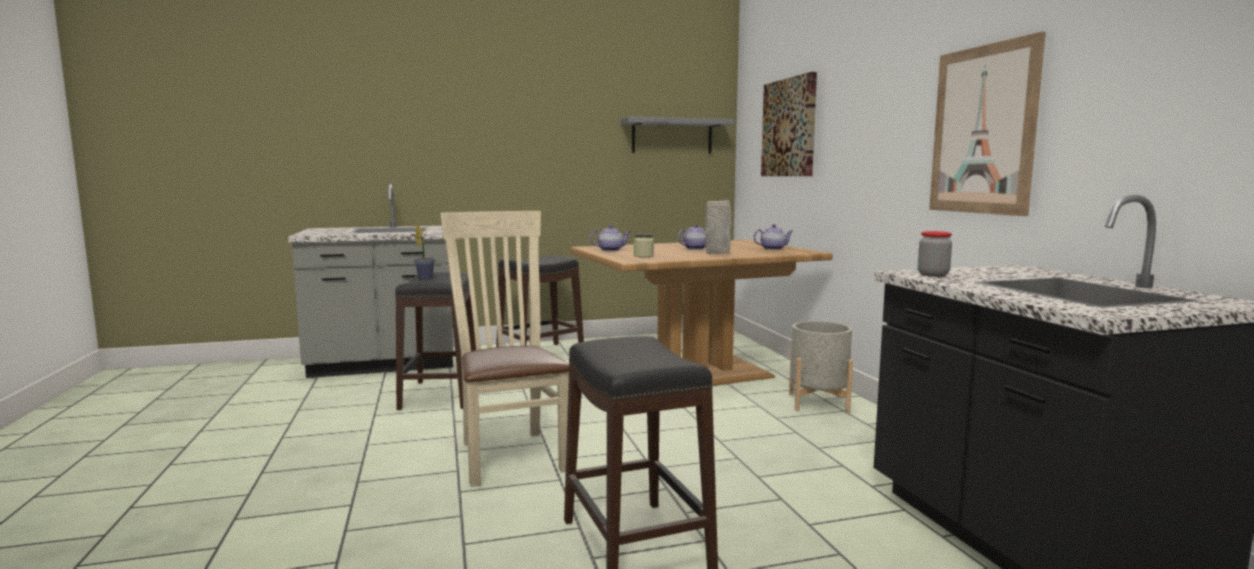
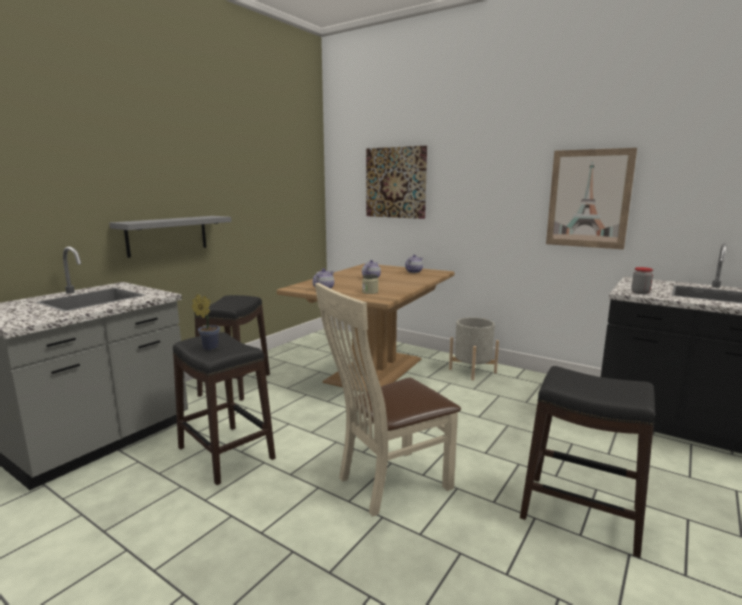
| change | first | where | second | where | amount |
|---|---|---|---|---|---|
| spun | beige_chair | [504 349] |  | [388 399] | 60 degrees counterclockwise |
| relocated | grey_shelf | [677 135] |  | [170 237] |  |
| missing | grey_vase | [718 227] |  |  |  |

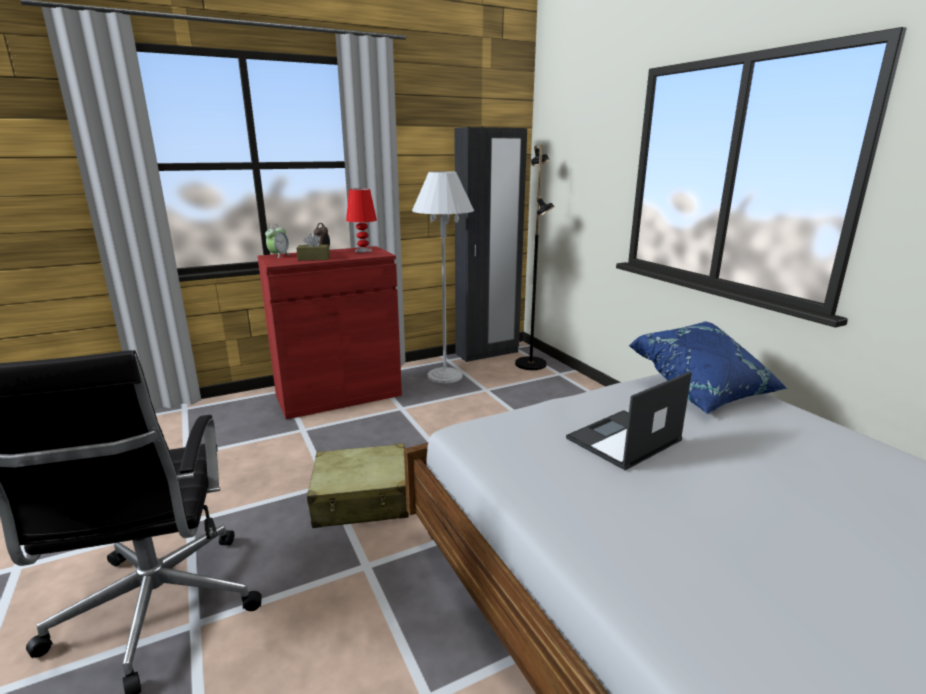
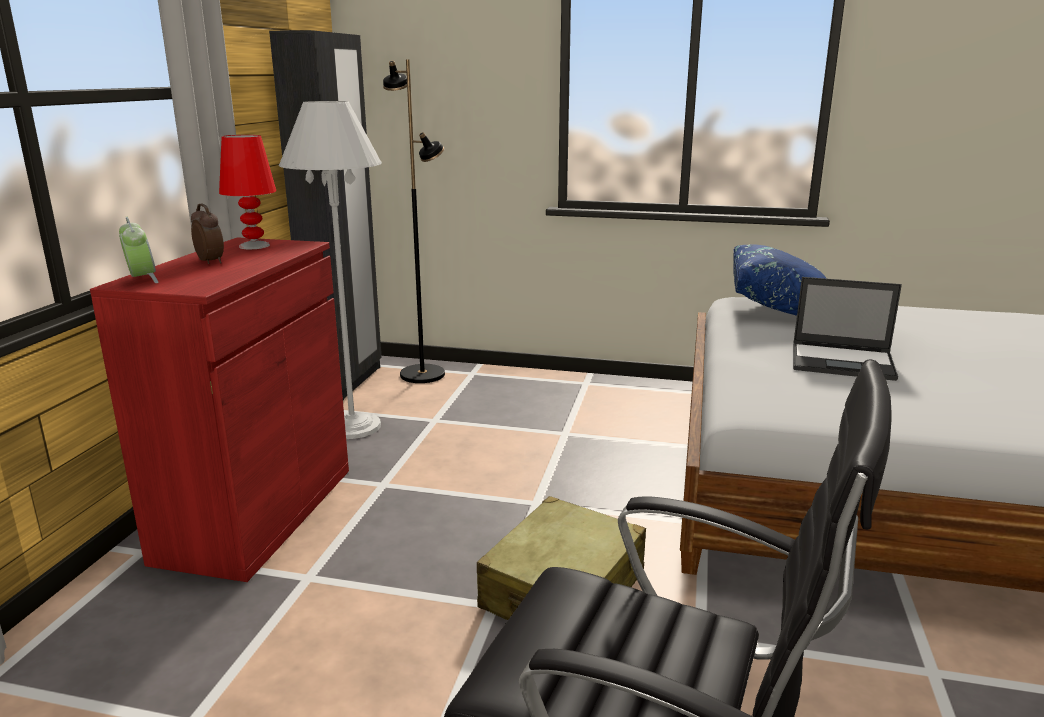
| change | first | where | second | where | amount |
|---|---|---|---|---|---|
| missing | brown_tissue_box | [313 247] |  |  |  |
| spun | laptop | [629 420] |  | [847 329] | 75 degrees counterclockwise |

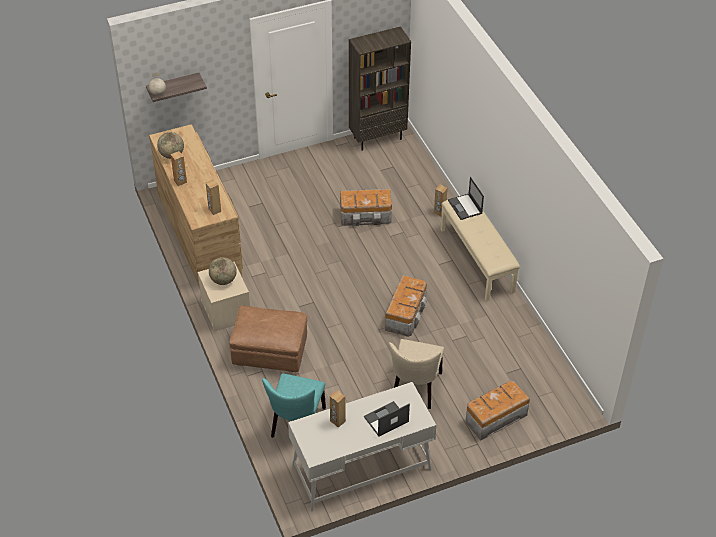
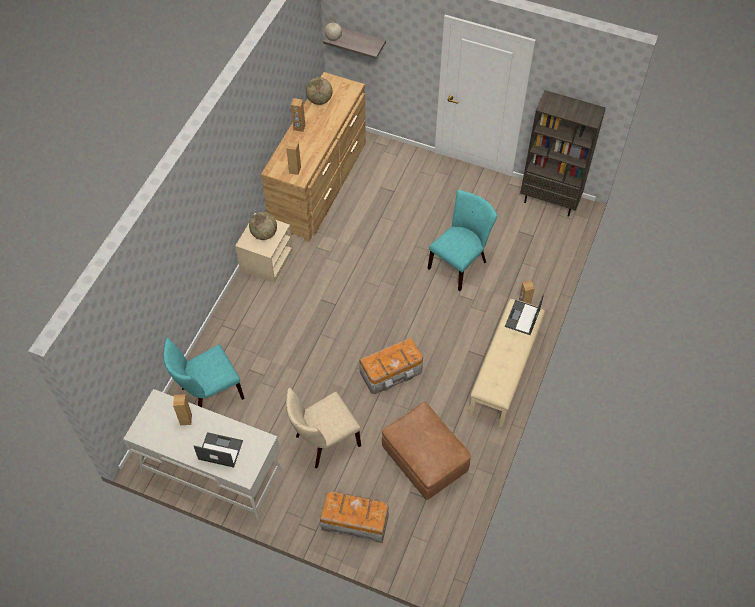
| change | first | where | second | where | amount |
|---|---|---|---|---|---|
| relocated | brown_ottoman | [268 339] |  | [426 451] |  |
| exchanged | storage_box | [366 207] | turquoise_chair | [462 240] |  |

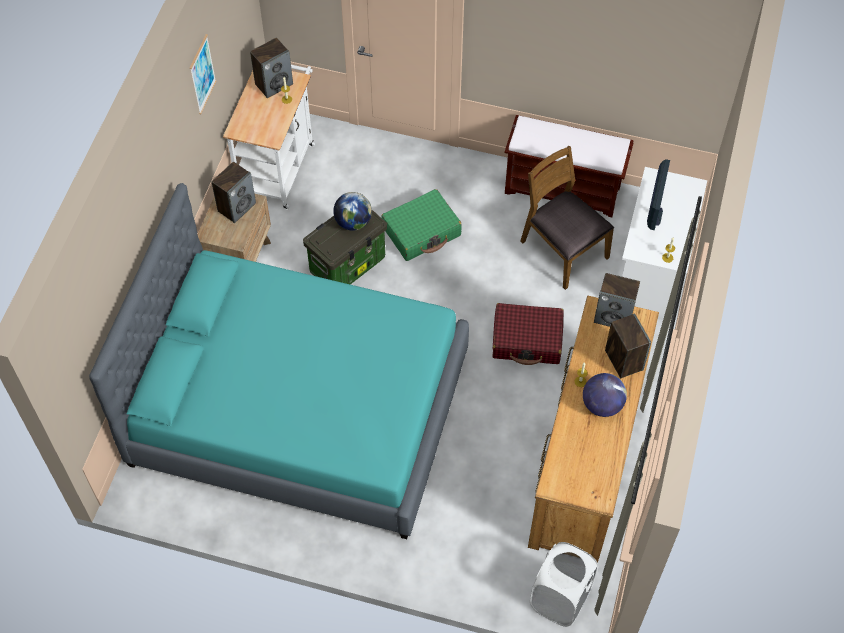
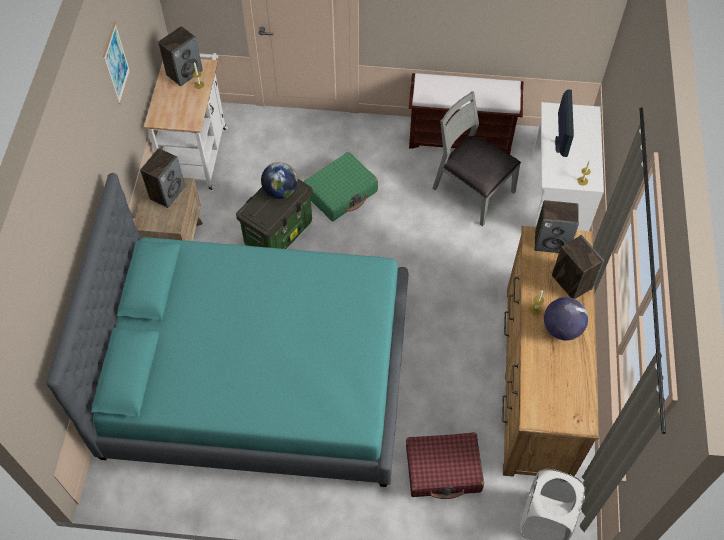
| change | first | where | second | where | amount |
|---|---|---|---|---|---|
| relocated | red_suitcase | [528 334] |  | [445 465] |  |
| colour | brown_chair | [567 218] | grey_chair | [476 158] |  |

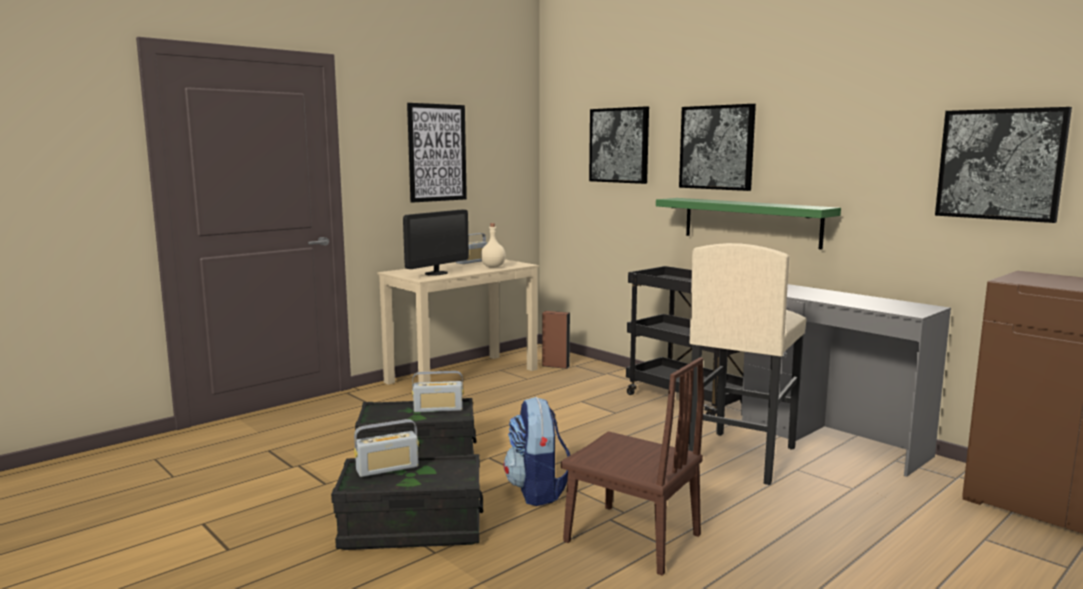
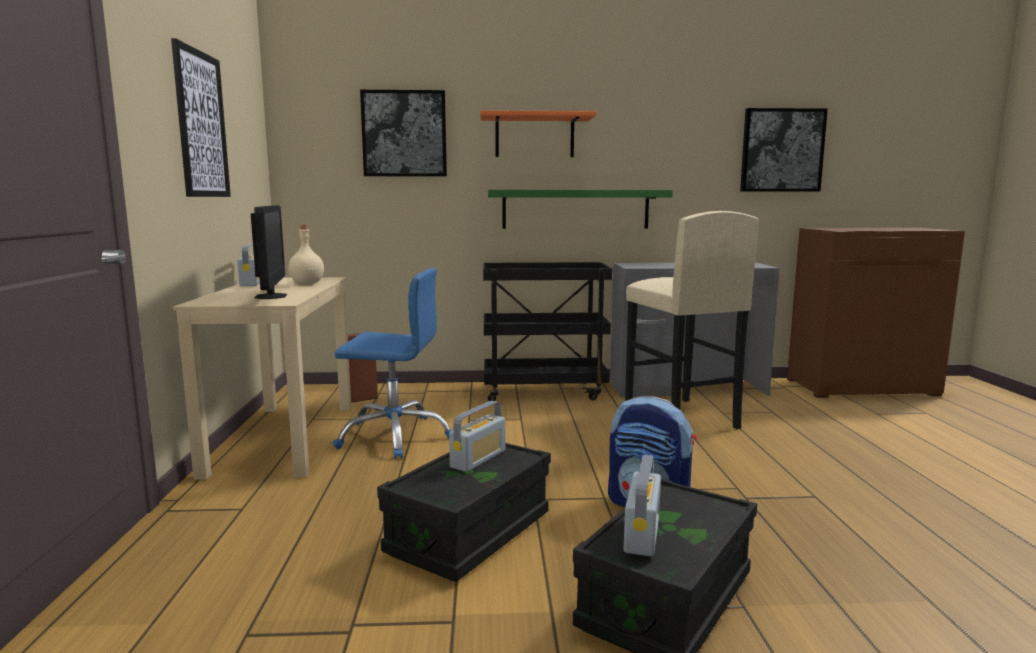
| change | first | where | second | where | amount |
|---|---|---|---|---|---|
| missing | brown_chair | [632 466] |  |  |  |
| exchanged | picture | [717 147] | orange_shelf | [538 133] |  |
| appeared |  |  | blue_office_chair | [392 363] |  |

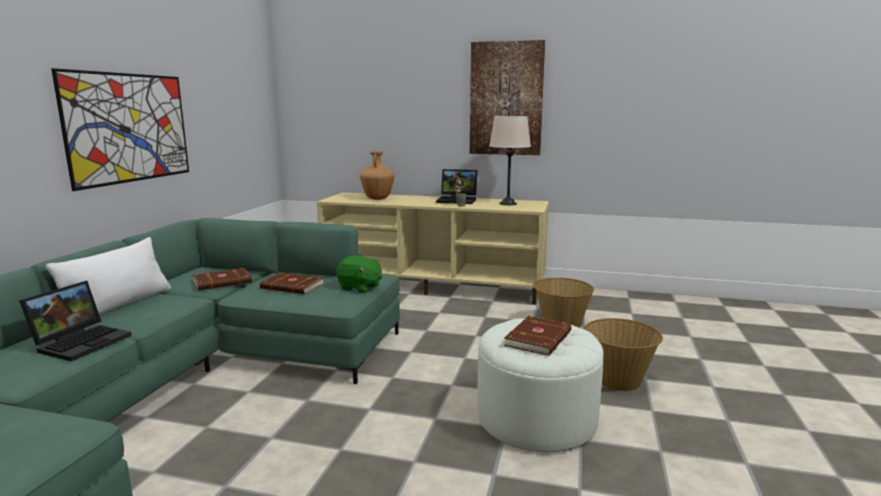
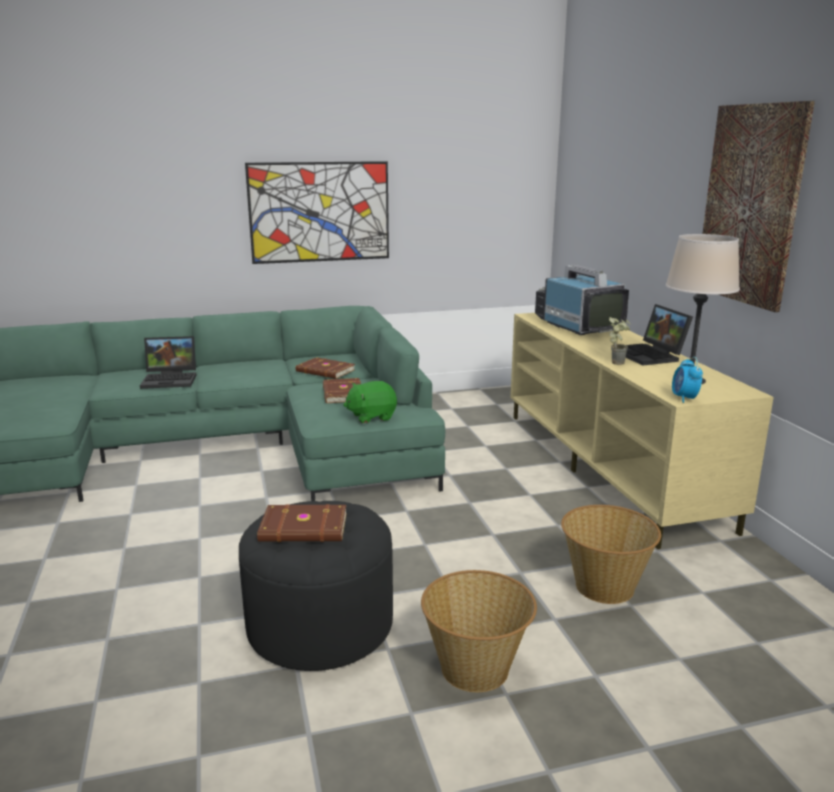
| change | first | where | second | where | amount |
|---|---|---|---|---|---|
| missing | white_pillow | [108 276] |  |  |  |
| spun | green_plush_toy | [359 274] |  | [370 402] | 75 degrees clockwise |
| exchanged | brown_vase | [377 176] | television | [582 300] |  |
| colour | white_ottoman | [540 385] | black_ottoman | [316 586] |  |
| appeared |  |  | alarm_clock | [687 380] |  |

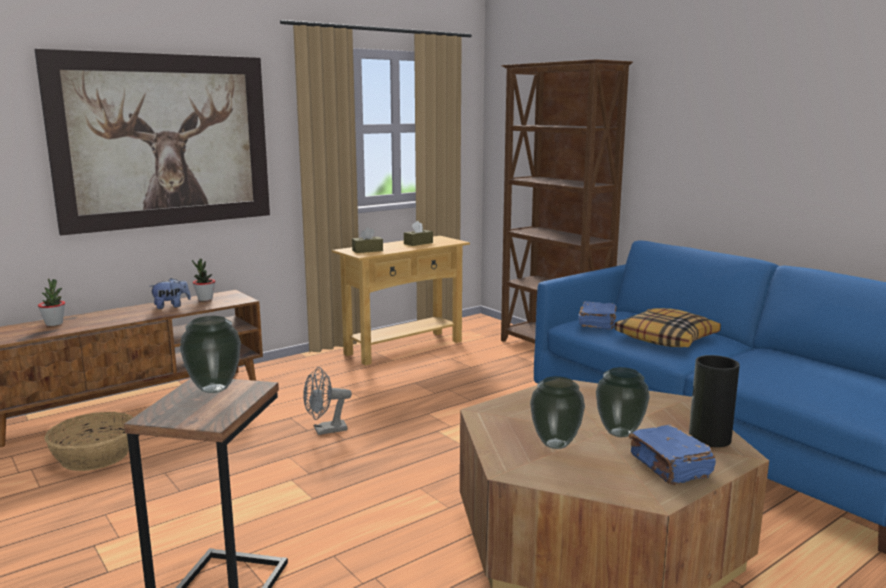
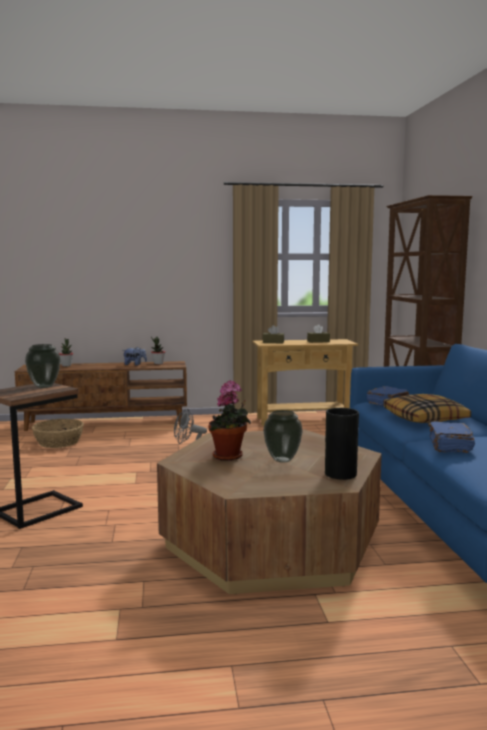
| change | first | where | second | where | amount |
|---|---|---|---|---|---|
| missing | picture | [152 142] |  |  |  |
| exchanged | vase | [557 412] | potted_plant | [229 420] |  |
| relocated | blue_book | [672 455] |  | [451 437] |  |

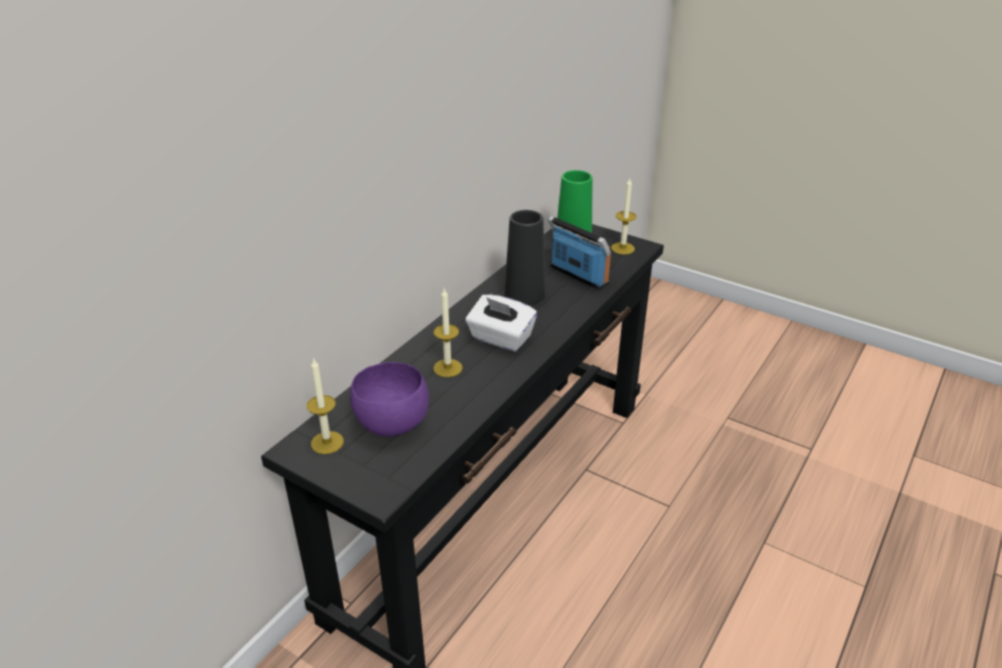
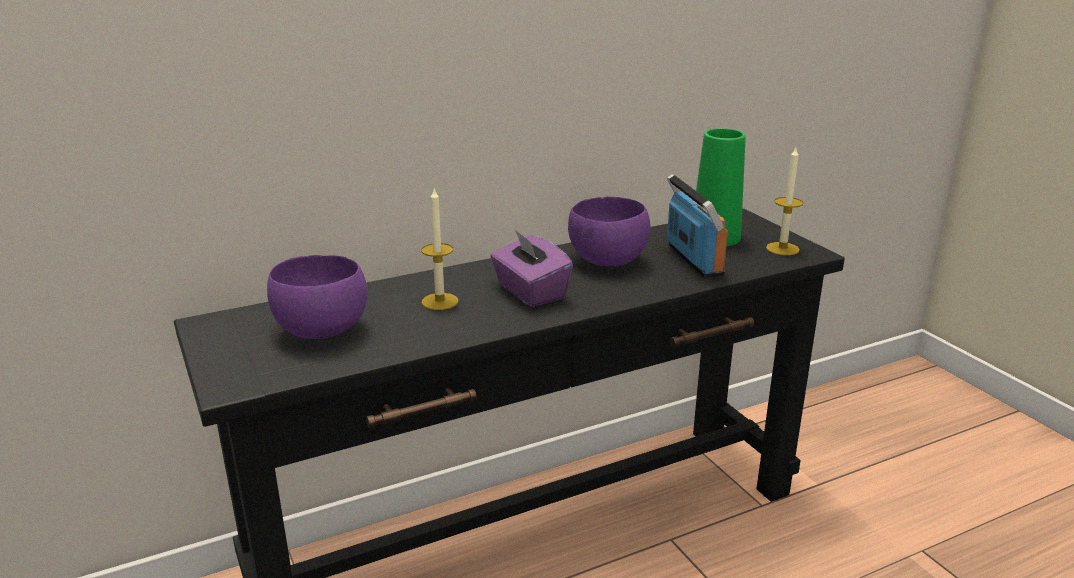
| change | first | where | second | where | amount |
|---|---|---|---|---|---|
| missing | candle | [325 406] |  |  |  |
| colour | white_tissue_box | [501 323] | purple_tissue_box | [531 268] |  |
| exchanged | black_vase | [524 258] | purple_bowl | [609 231] |  |

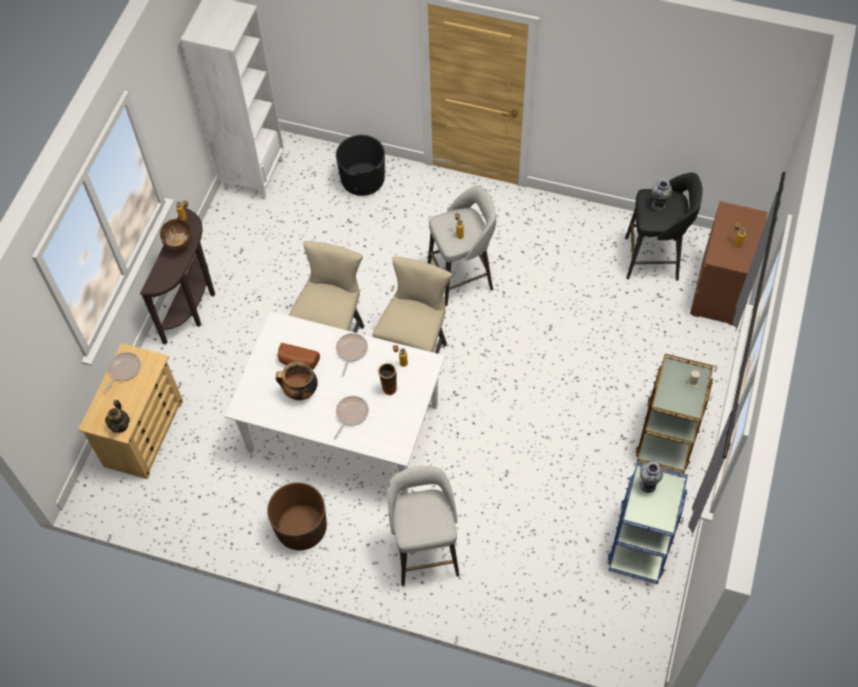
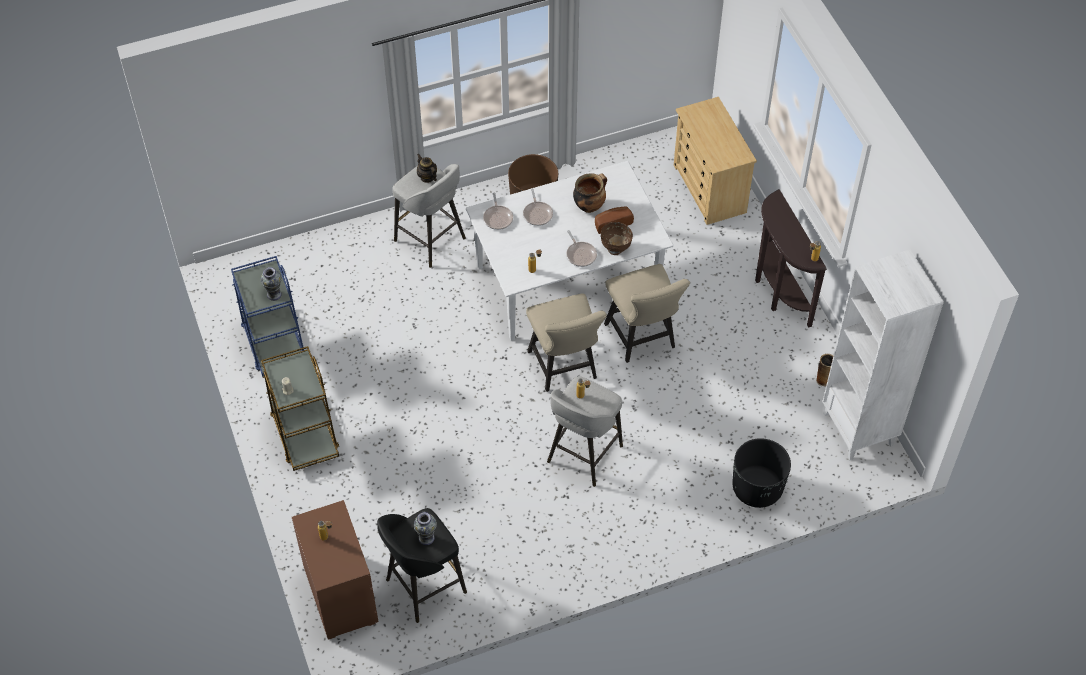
| change | first | where | second | where | amount |
|---|---|---|---|---|---|
| relocated | frying_pan | [122 372] |  | [498 211] |  |
| relocated | teapot | [117 416] |  | [427 168] |  |
| relocated | brown_bowl | [176 235] |  | [617 238] |  |
| relocated | vase | [388 379] |  | [825 370] |  |

